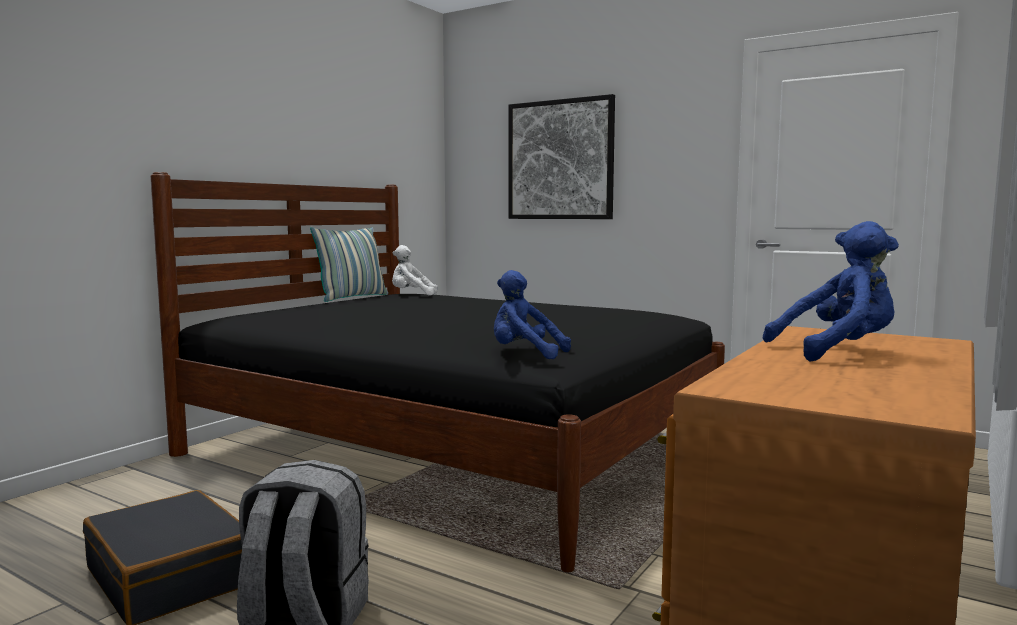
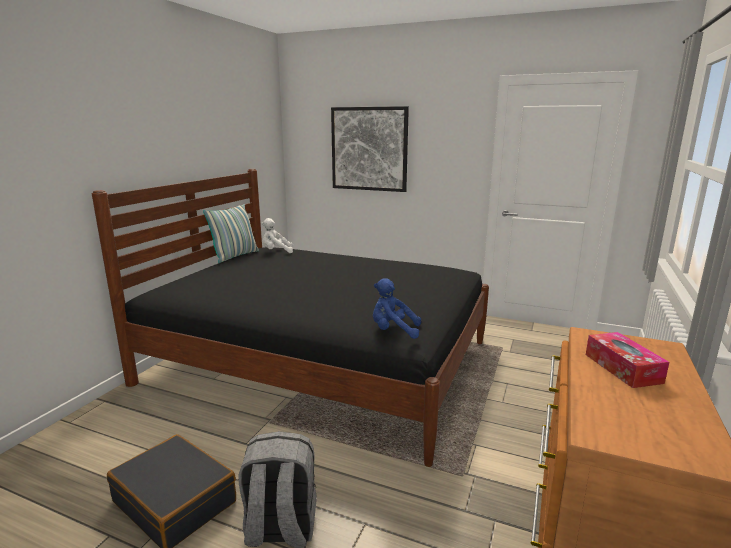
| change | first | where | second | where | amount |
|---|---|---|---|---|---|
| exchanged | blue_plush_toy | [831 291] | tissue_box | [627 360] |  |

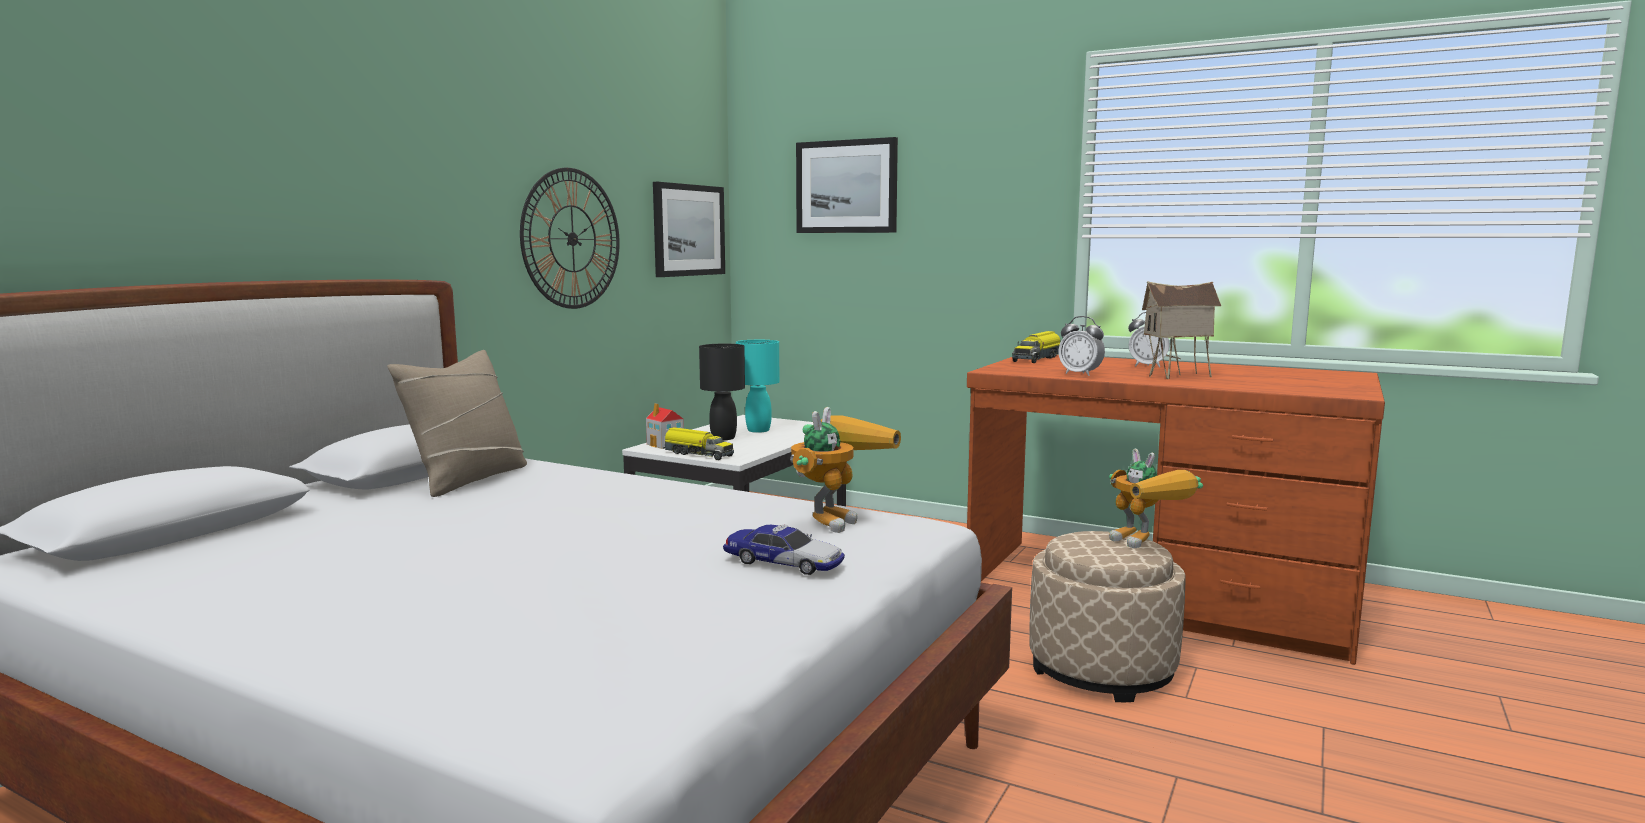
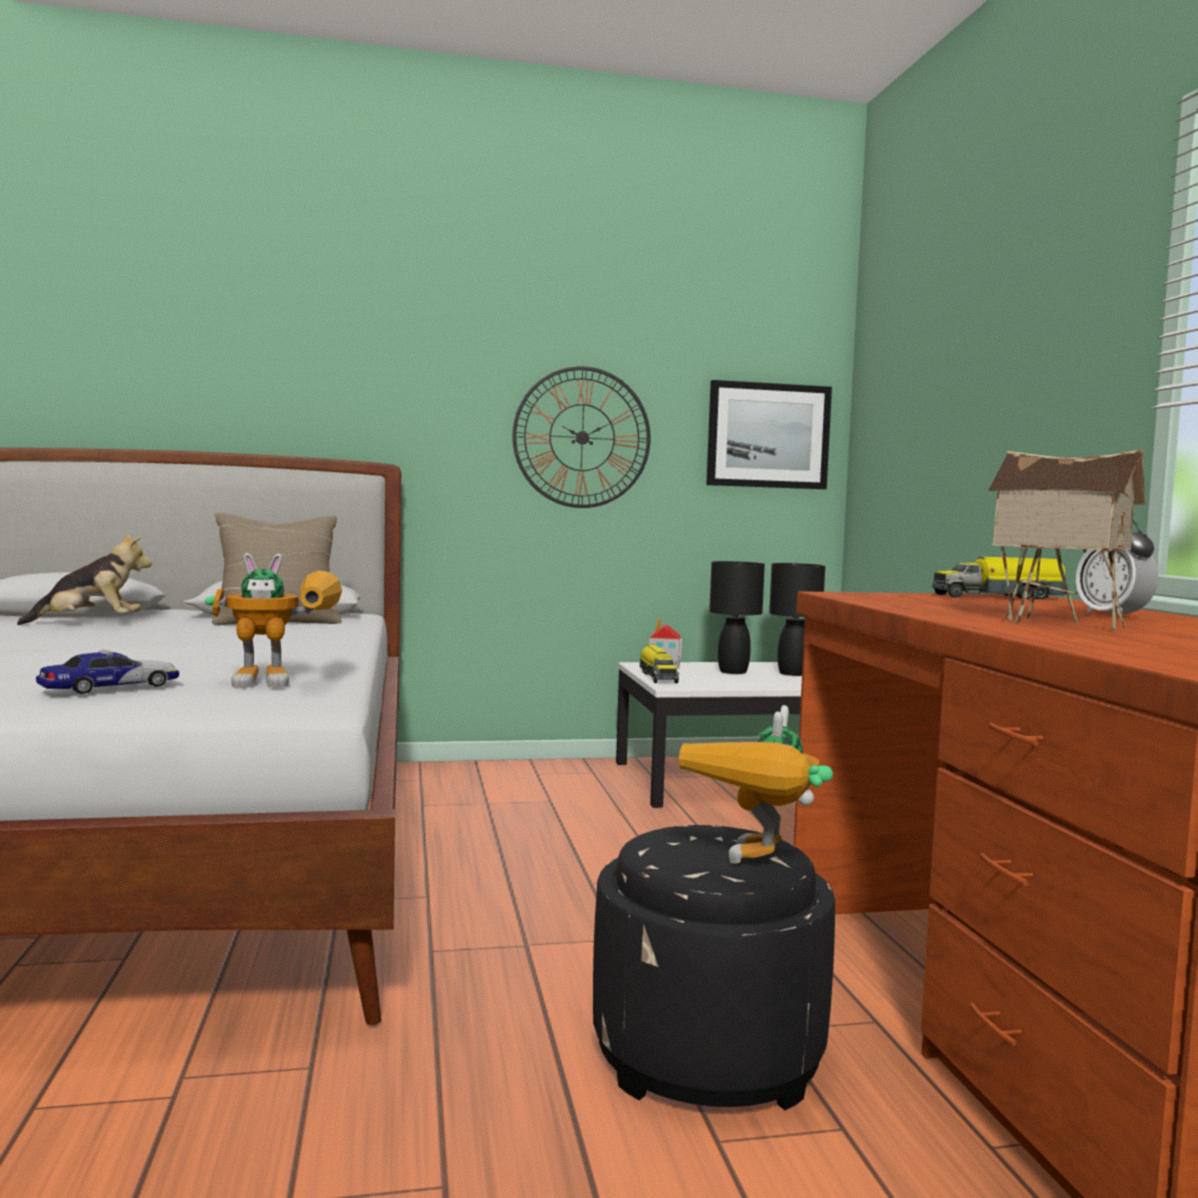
| change | first | where | second | where | amount |
|---|---|---|---|---|---|
| spun | toy_car | [784 549] |  | [108 672] | 120 degrees counterclockwise |
| colour | turquoise_table_lamp | [757 386] | black_table_lamp | [797 619] |  |
| missing | picture | [847 185] |  |  |  |
| colour | beige_ottoman | [1108 616] | black_ottoman | [714 967] |  |
| missing | alarm_clock | [1081 346] |  |  |  |
| appeared |  |  | plush_toy | [84 579] |  |

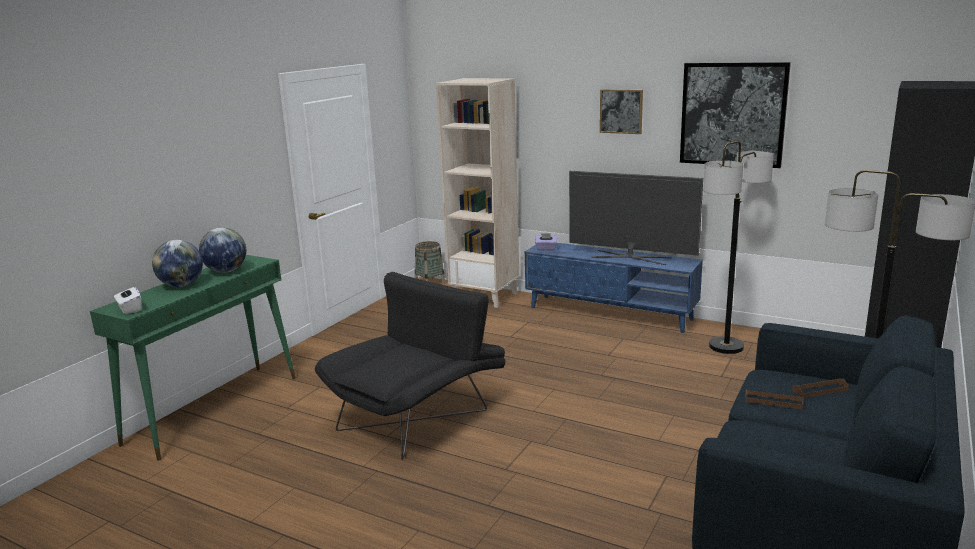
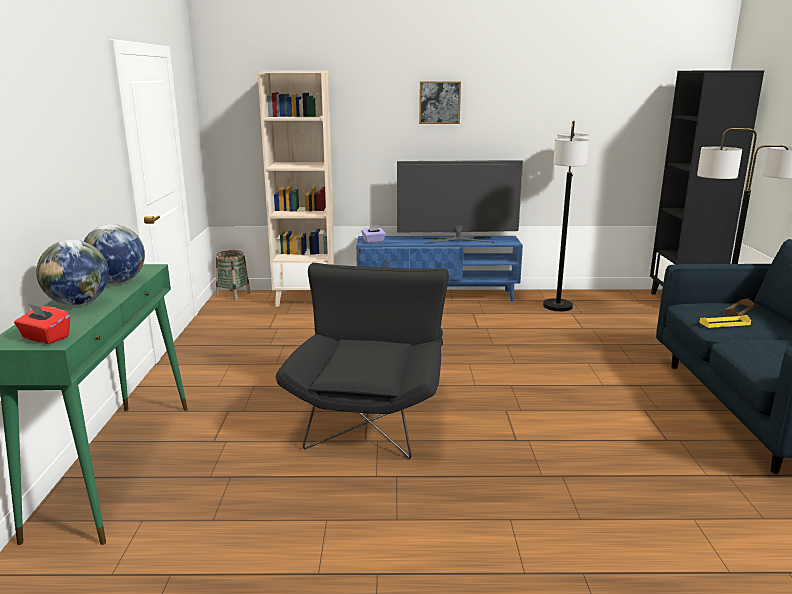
| change | first | where | second | where | amount |
|---|---|---|---|---|---|
| colour | white_tissue_box | [128 300] | red_tissue_box | [42 323] |  |
| missing | picture | [735 115] |  |  |  |
| colour | brown_tray | [774 399] | yellow_tray | [725 321] |  |

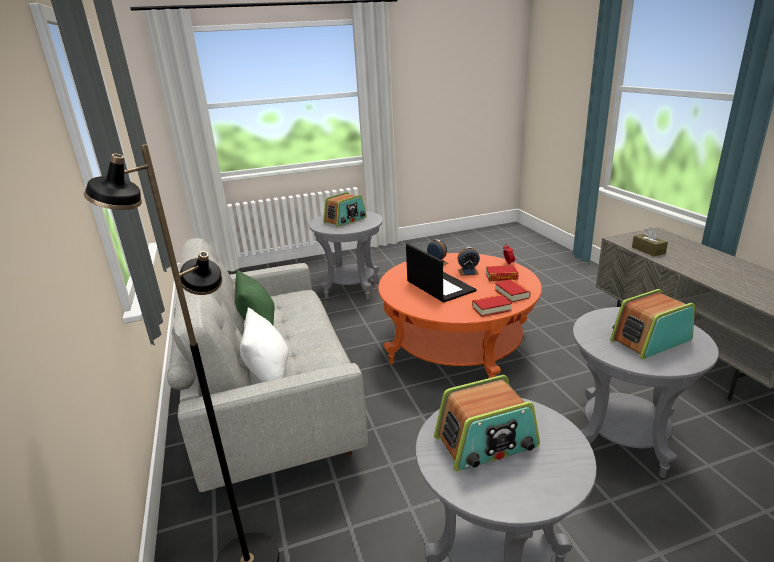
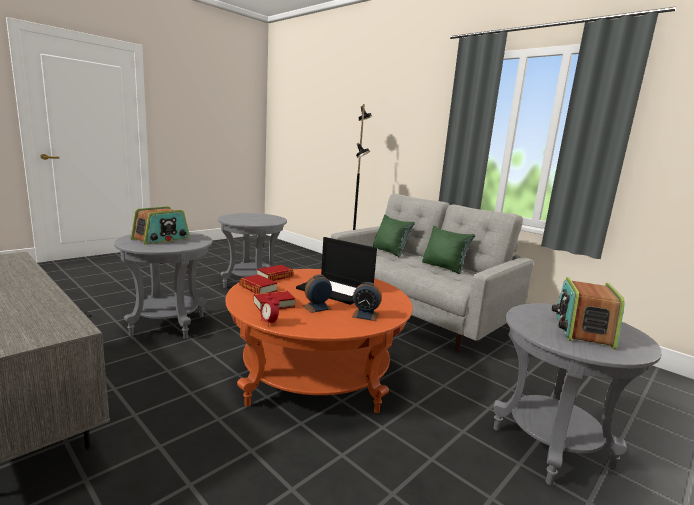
| change | first | where | second | where | amount |
|---|---|---|---|---|---|
| colour | white_pillow | [264 345] | green_pillow | [394 236] |  |
| missing | radio | [487 423] |  |  |  |
| missing | brown_tissue_box | [650 241] |  |  |  |

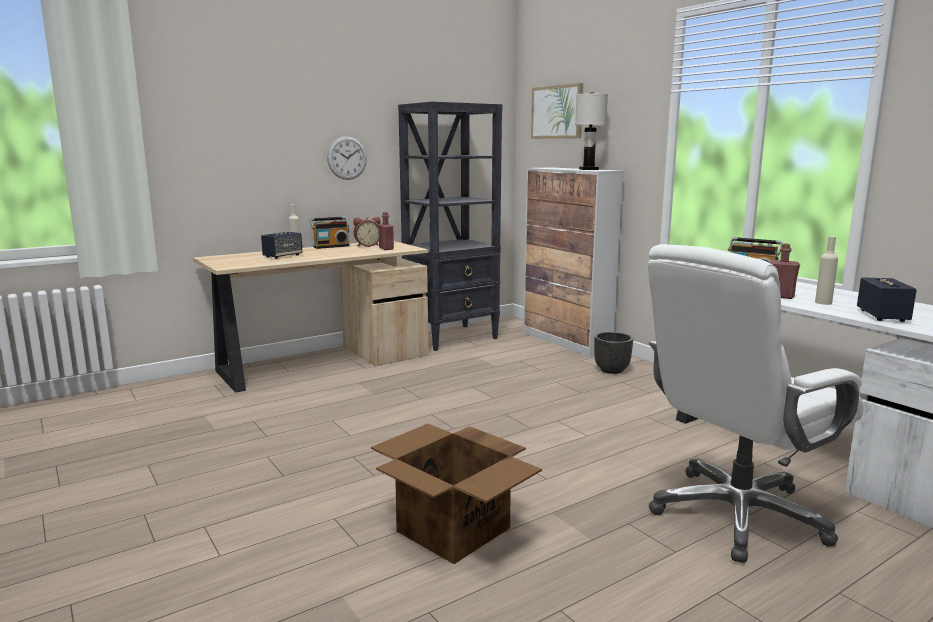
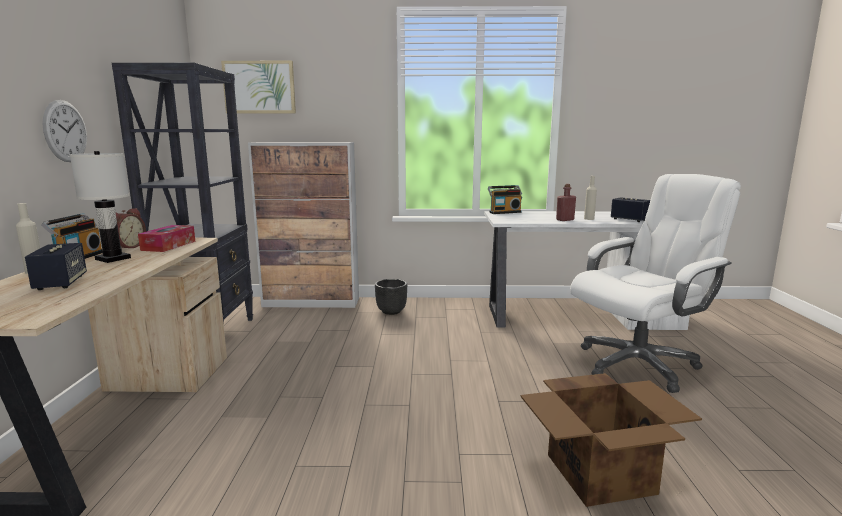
| change | first | where | second | where | amount |
|---|---|---|---|---|---|
| exchanged | red_bottle | [386 231] | tissue_box | [167 238] |  |
| relocated | white_table_lamp | [591 131] |  | [100 207] |  |
| spun | white_office_chair | [755 403] |  | [655 283] | 120 degrees counterclockwise |

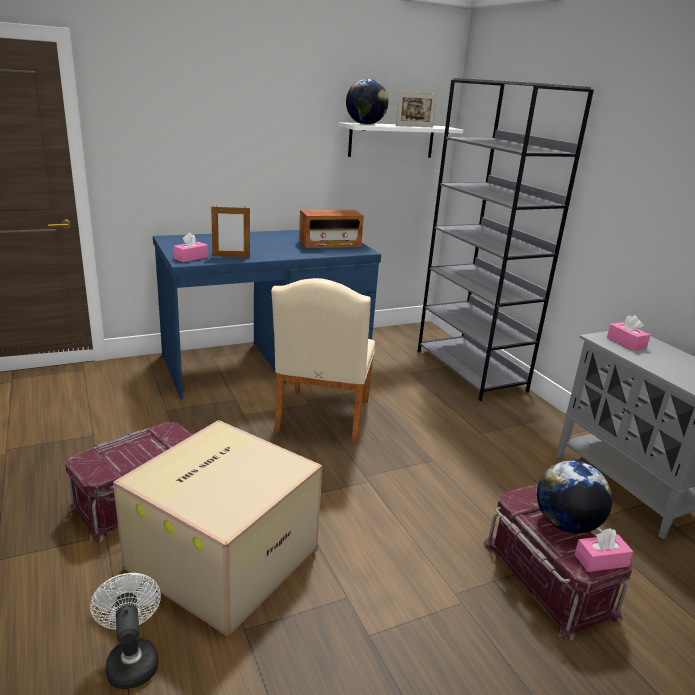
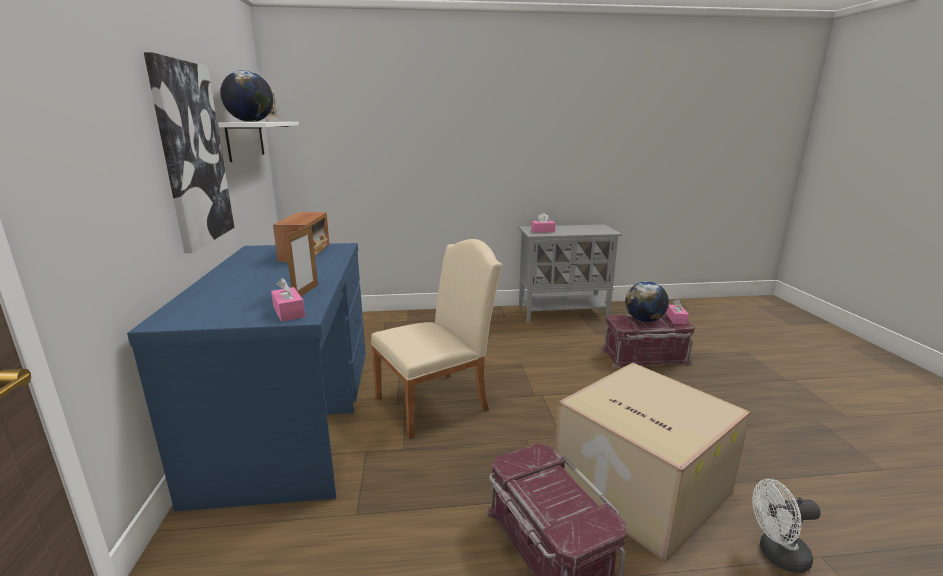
| change | first | where | second | where | amount |
|---|---|---|---|---|---|
| spun | beige_chair | [323 361] |  | [437 339] | 60 degrees counterclockwise |
| missing | grey_bookcase | [506 239] |  |  |  |
| appeared |  |  | picture | [189 152] |  |

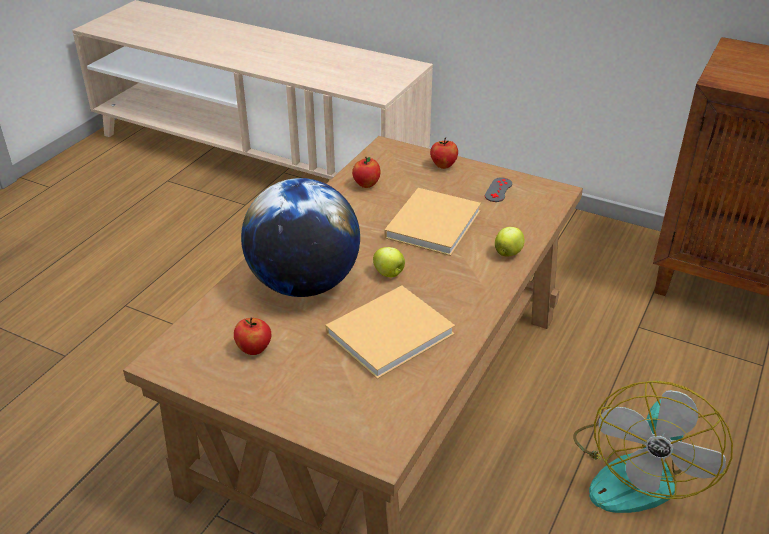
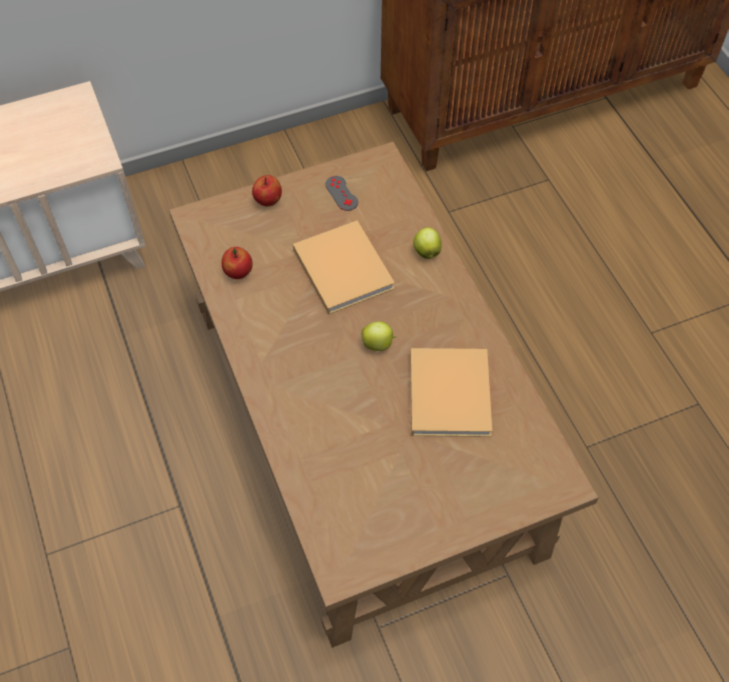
| change | first | where | second | where | amount |
|---|---|---|---|---|---|
| missing | apple | [252 336] |  |  |  |
| missing | globe | [300 237] |  |  |  |
| missing | fan | [653 447] |  |  |  |

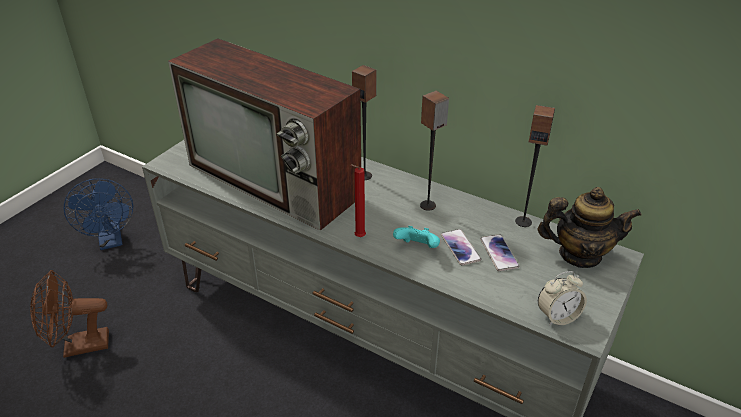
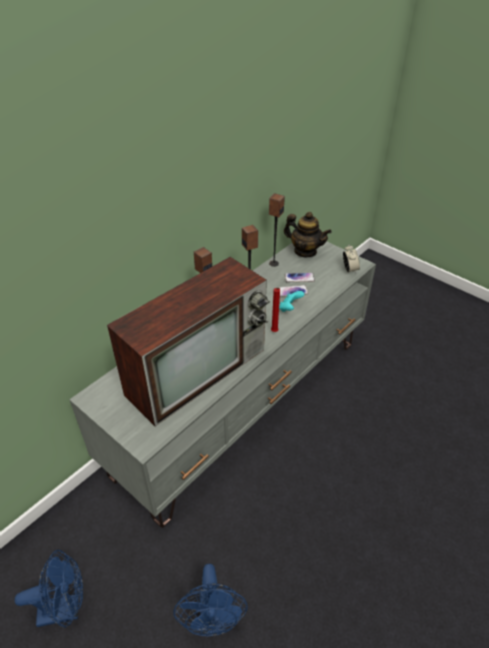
| change | first | where | second | where | amount |
|---|---|---|---|---|---|
| colour | brown_fan | [69 314] | blue_fan | [211 600] |  |
| spun | teapot | [590 227] |  | [307 234] | 105 degrees clockwise |

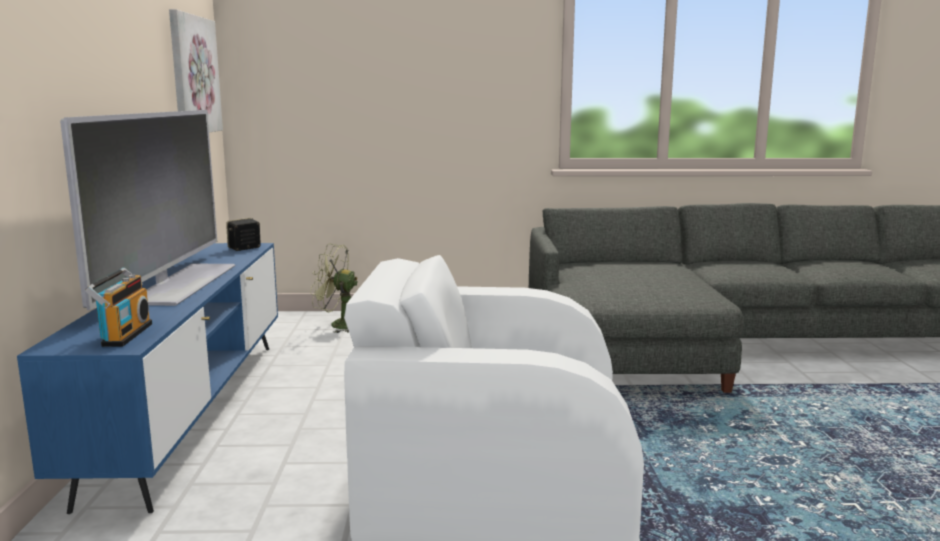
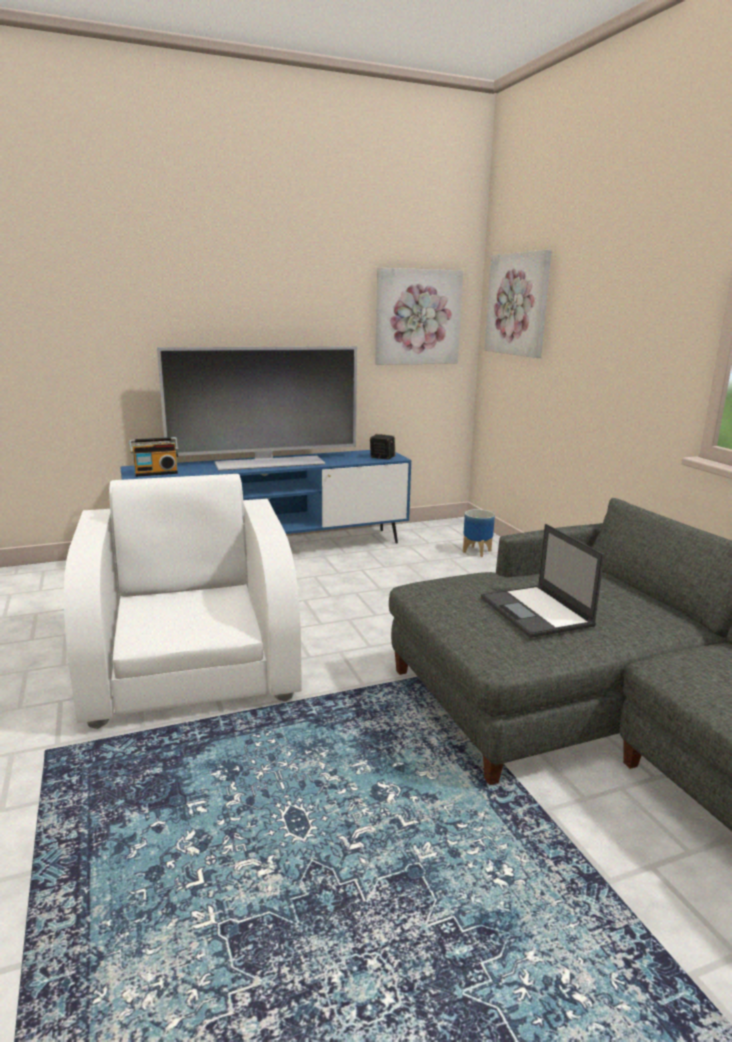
| change | first | where | second | where | amount |
|---|---|---|---|---|---|
| exchanged | green_fan | [333 288] | planter | [479 533] |  |
| appeared |  |  | laptop | [542 581] |  |
| appeared |  |  | picture | [518 304] |  |

